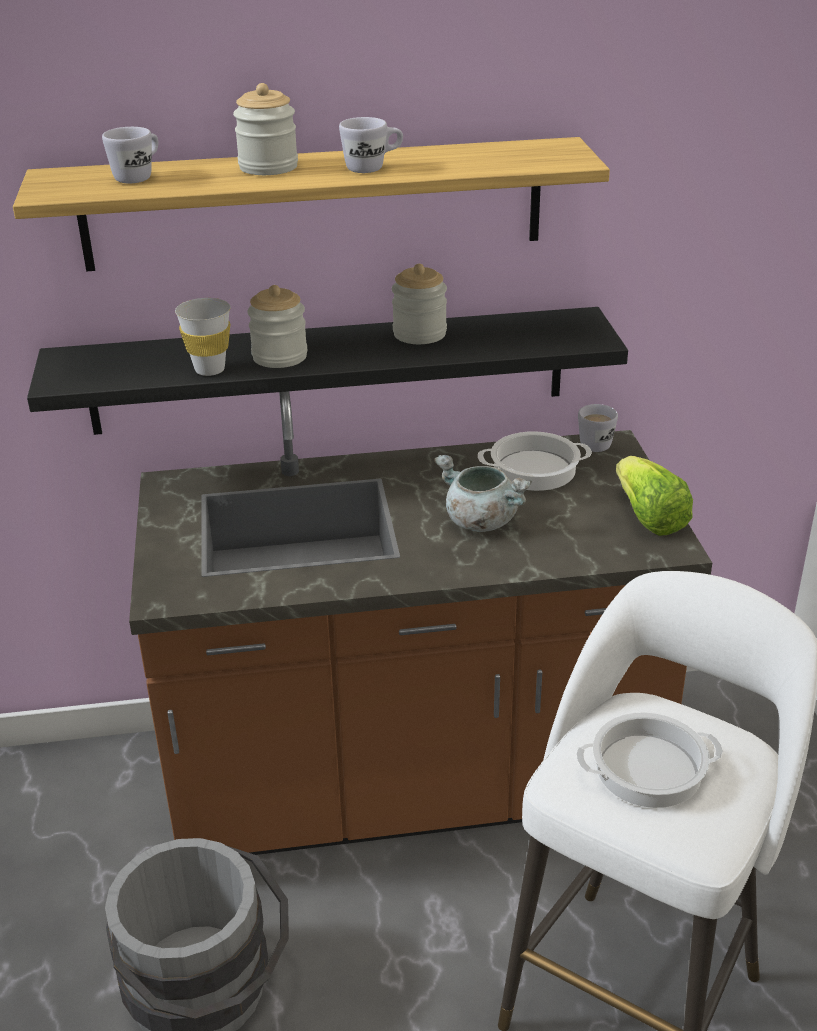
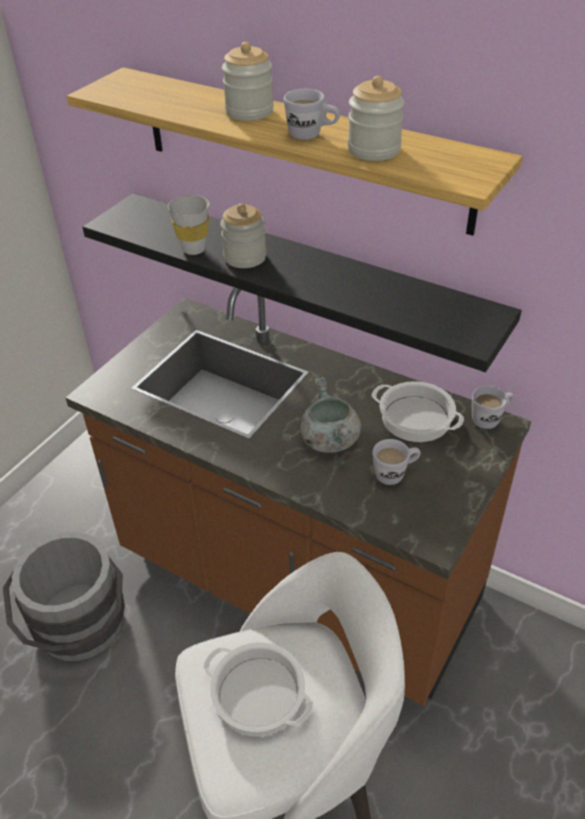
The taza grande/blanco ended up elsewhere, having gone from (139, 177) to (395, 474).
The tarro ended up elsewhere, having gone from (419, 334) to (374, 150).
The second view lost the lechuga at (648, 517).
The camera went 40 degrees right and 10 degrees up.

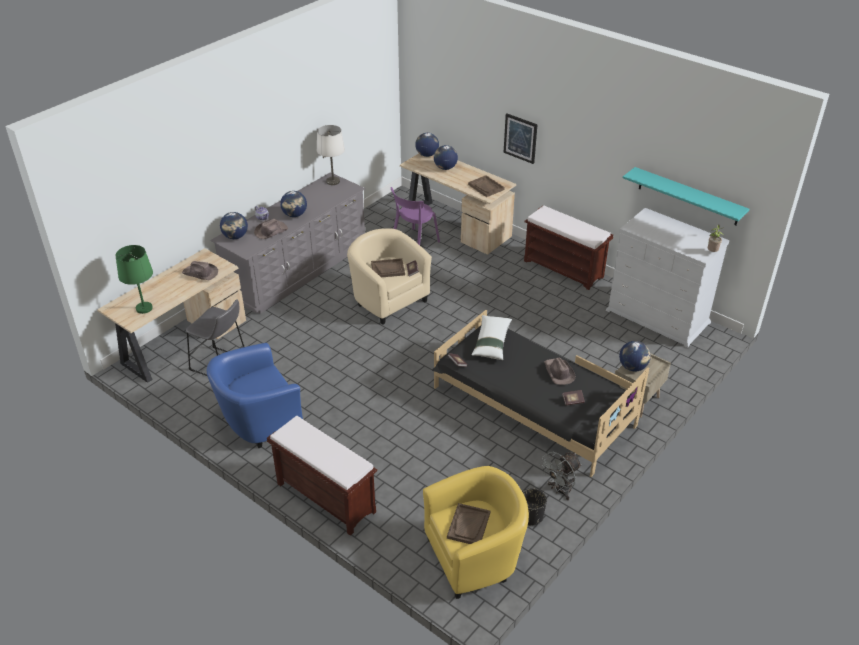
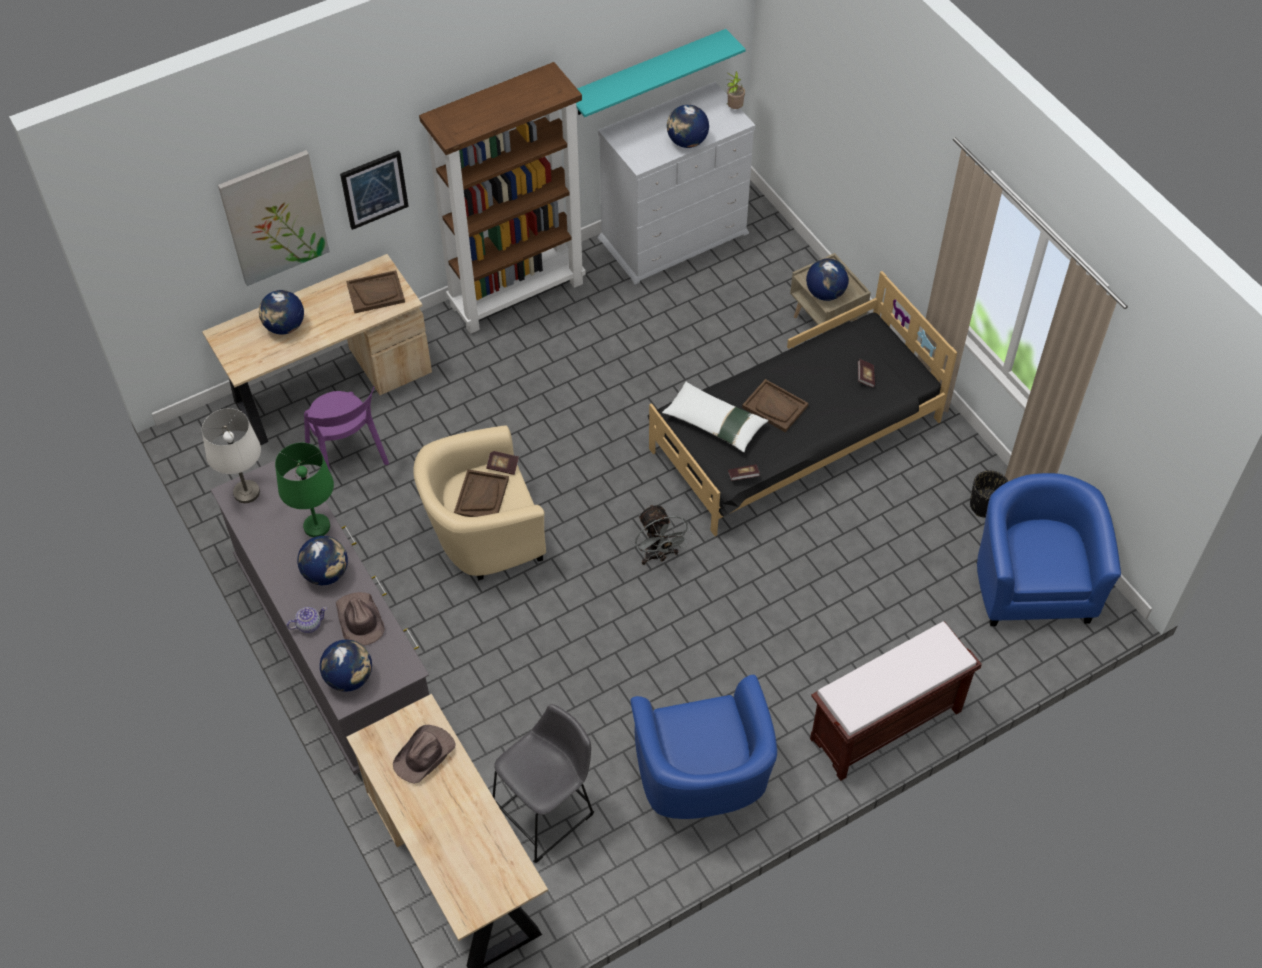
The lámpara de mesa/verde ended up elsewhere, having gone from (144, 308) to (316, 527).
The globo terráqueo ended up elsewhere, having gone from (427, 155) to (687, 142).
What was the sillón/amarillo at (475, 557) turned into the sillón/azul at (1032, 583).
The bandeja/marrón ended up elsewhere, having gone from (468, 525) to (775, 407).
Where the banco/marrón stood at (564, 269), the estantería/marrón came to stand at (517, 293).
The ventilador/gris ended up elsewhere, having gone from (559, 490) to (659, 555).
The second view lost the sombrero/marrón at (558, 372).
The second view gained the cuadro at (274, 218).
The camera went 70 degrees left and 15 degrees up.

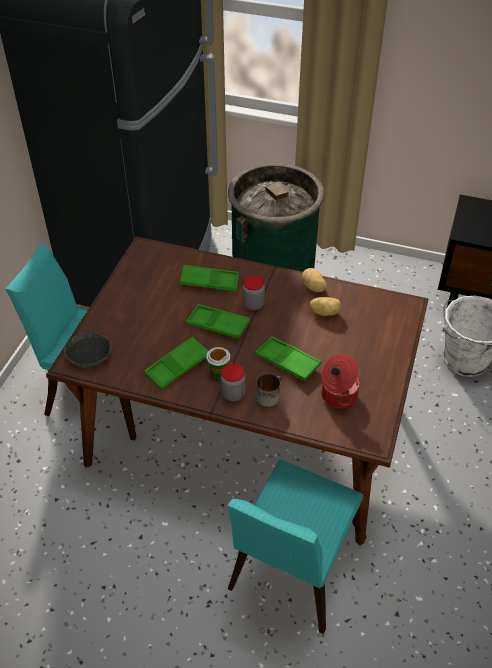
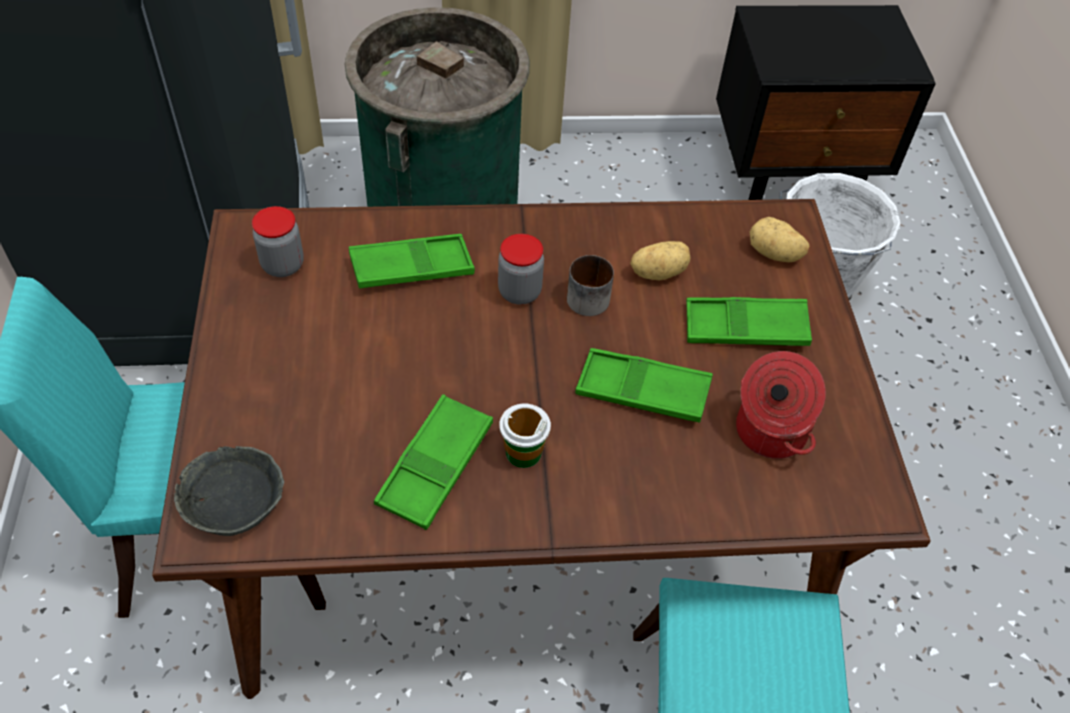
The bandeja/verde ended up elsewhere, having gone from (218, 325) to (745, 328).
The tarro ended up elsewhere, having gone from (233, 394) to (283, 265).
The taza grande ended up elsewhere, having gone from (269, 395) to (588, 295).
The patata ended up elsewhere, having gone from (313, 287) to (773, 254).
The camera went 25 degrees left and 5 degrees up.

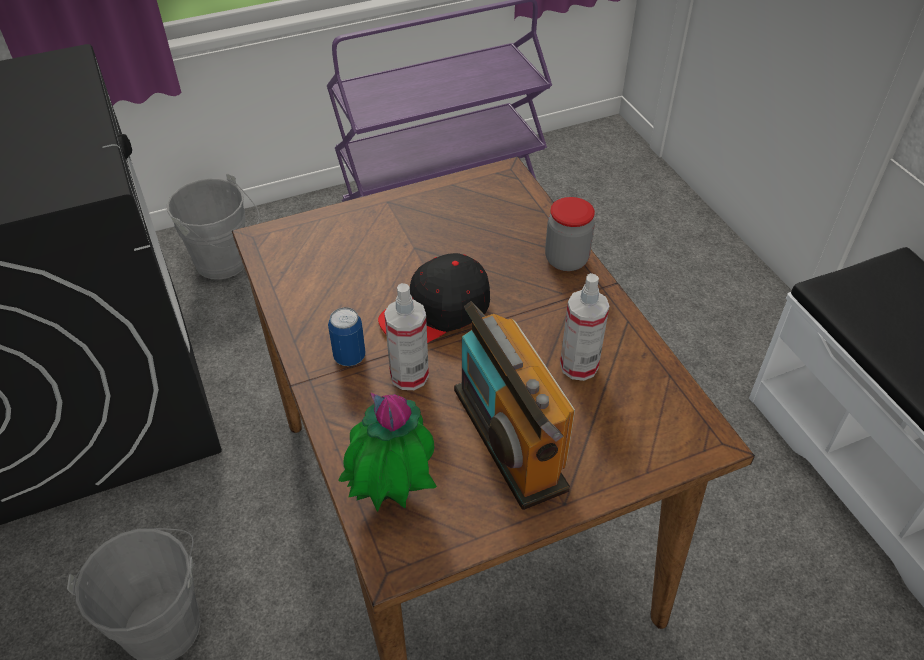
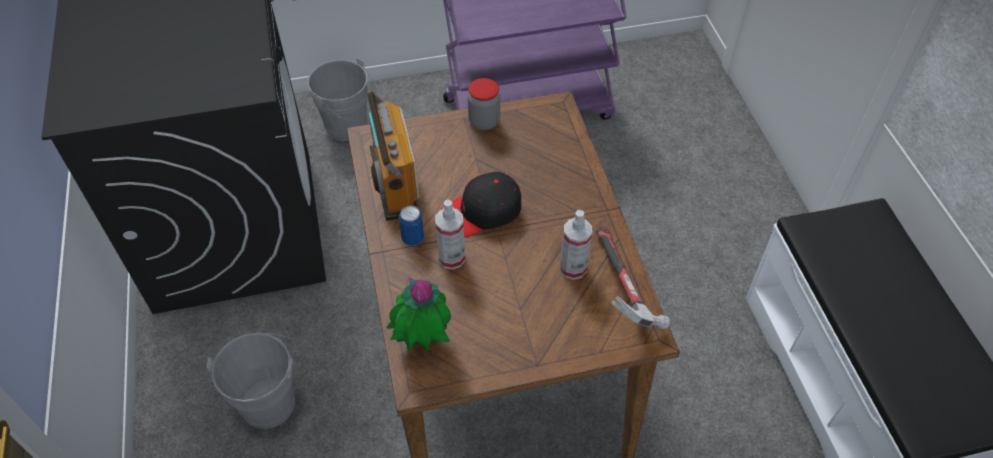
The radio ended up elsewhere, having gone from (508, 438) to (393, 181).
The tarro ended up elsewhere, having gone from (566, 260) to (484, 121).
The second view gained the martillo at (622, 288).
The camera went 10 degrees right and 5 degrees up.

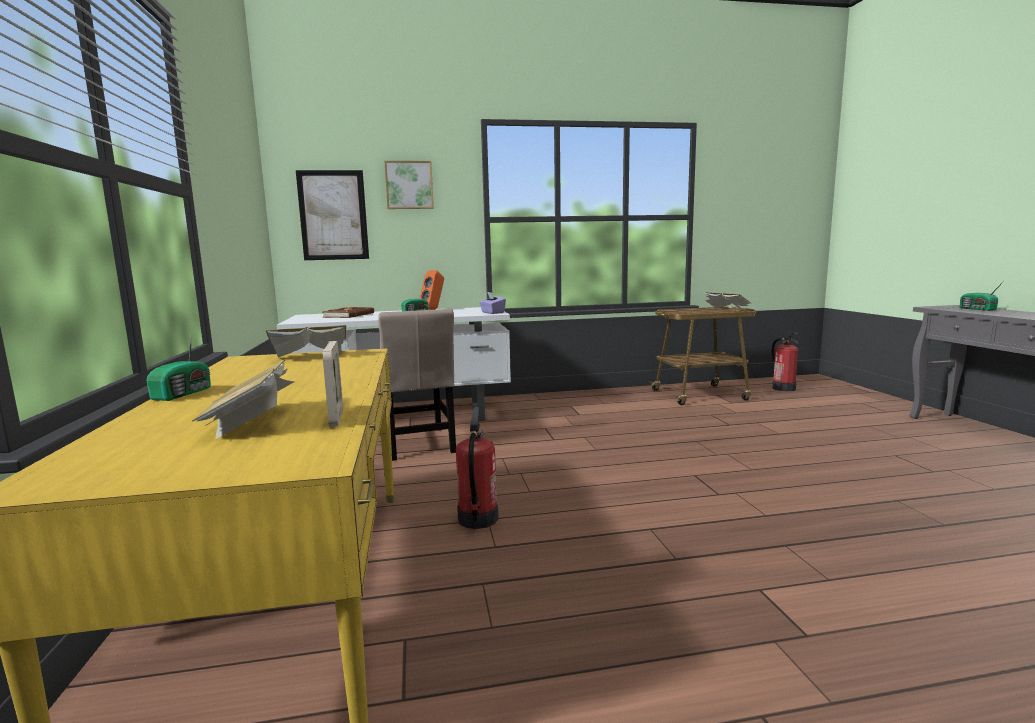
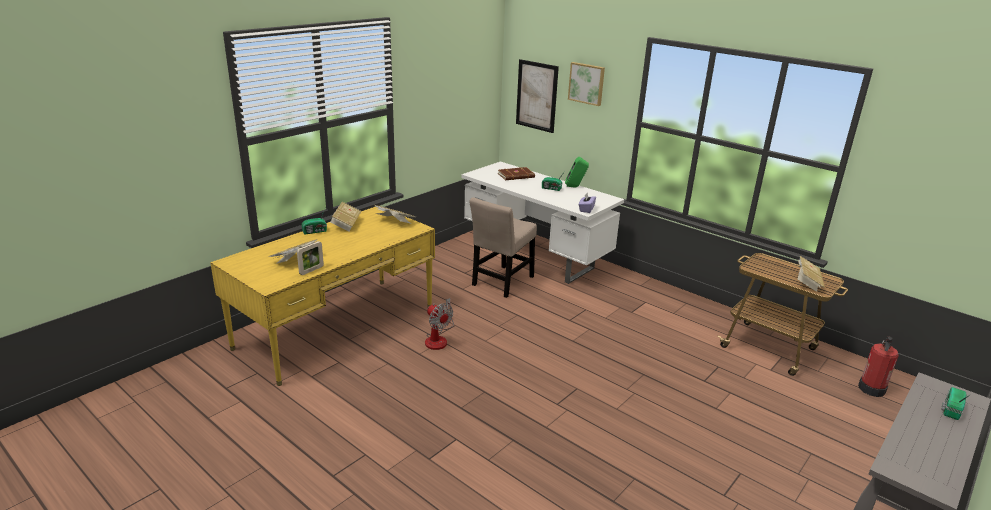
What was the altavoz/naranja at (433, 309) turned into the altavoz/verde at (575, 187).
Where the extintor stood at (477, 519), the ventilador came to stand at (438, 338).
The second view gained the libro at (346, 224).
The camera went 50 degrees right and 15 degrees up.

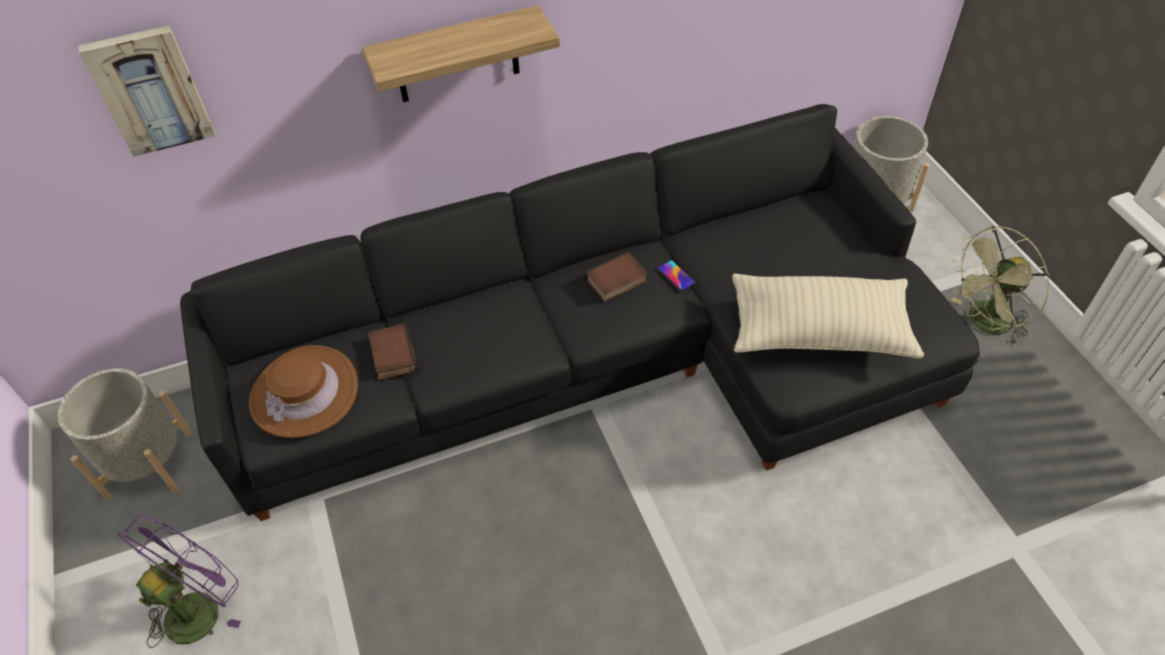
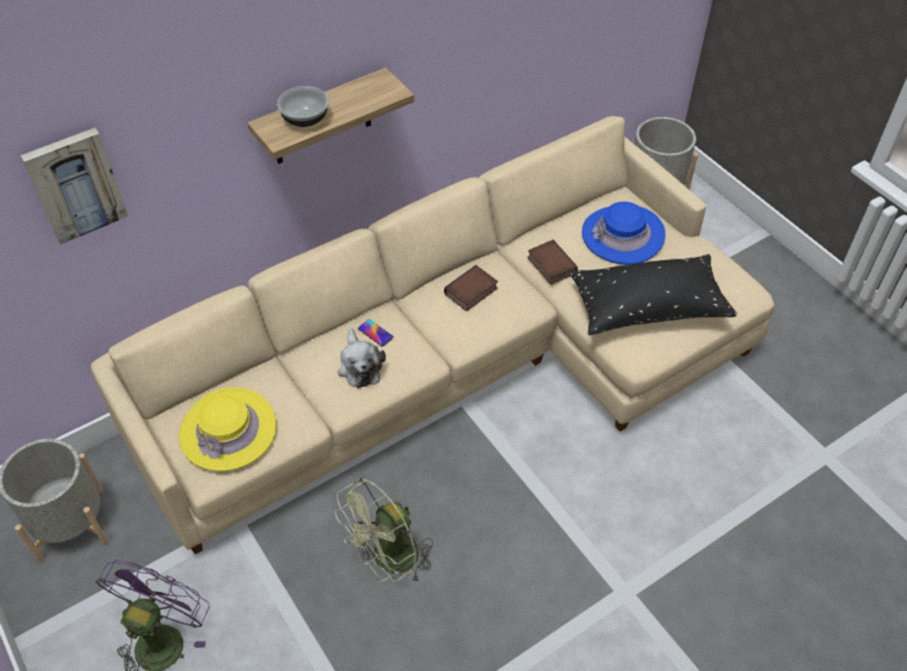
What was the sofá/negro at (608, 359) turned into the sofá/beis at (464, 361).
What was the sombrero/marrón at (304, 393) turned into the sombrero/amarillo at (228, 430).
The libro ended up elsewhere, having gone from (392, 355) to (550, 265).
The móvil ended up elsewhere, having gone from (676, 276) to (375, 333).
What was the cojín/beis at (819, 331) turned into the cojín/negro at (648, 308).
The ventilador/verde ended up elsewhere, having gone from (984, 323) to (388, 561).
The second view gained the cuenco at (304, 119).
The second view gained the peluche at (359, 366).
The second view gained the sombrero/azul at (623, 235).
The camera went 15 degrees left and 0 degrees up.

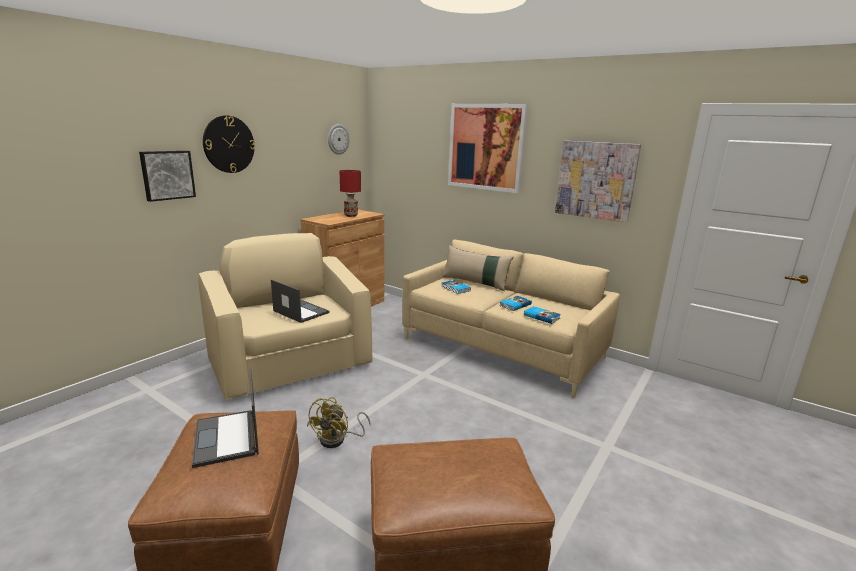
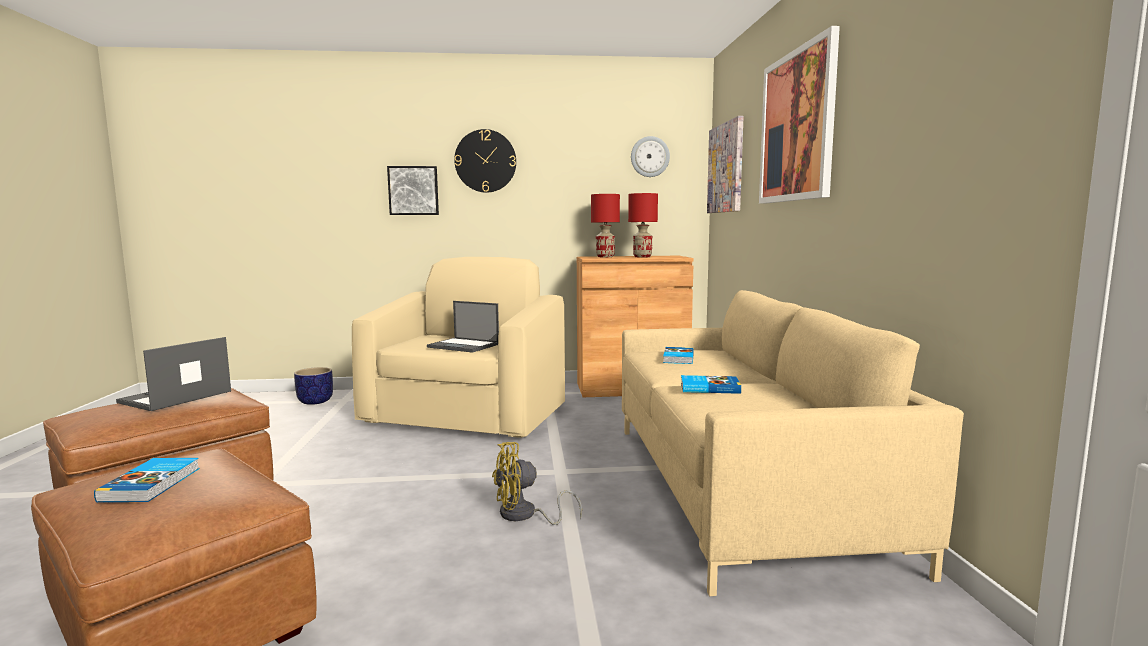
The portátil at (300, 311) ended up facing another way, 120 degrees clockwise from before.
The ventilador/amarillo ended up elsewhere, having gone from (338, 440) to (524, 515).
The second view lost the cojín/beis at (475, 283).
The libro ended up elsewhere, having gone from (541, 316) to (153, 484).
The cuadro ended up elsewhere, having gone from (596, 180) to (726, 168).
The second view gained the maceta at (315, 401).
The second view gained the lámpara de mesa/rojo at (605, 257).
The camera went 50 degrees right and 10 degrees down.

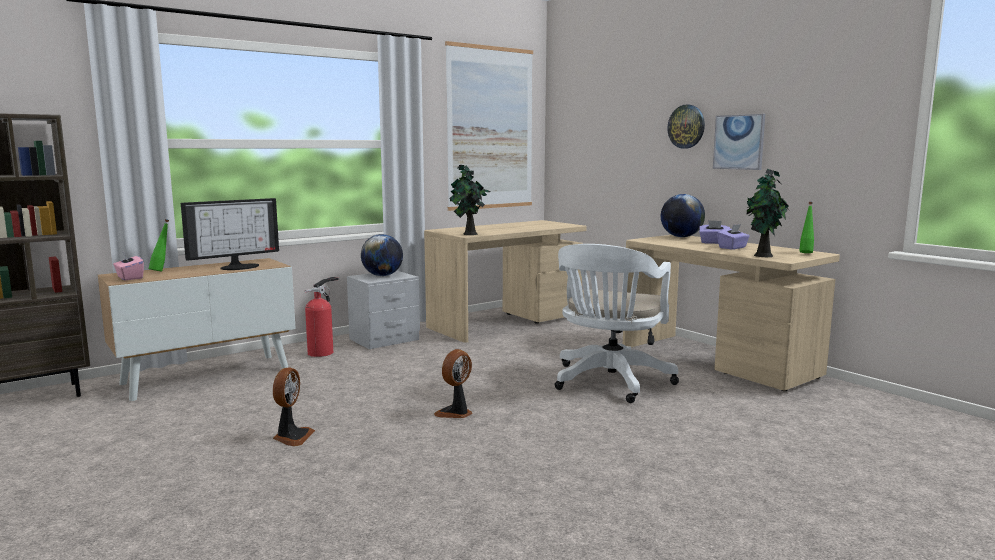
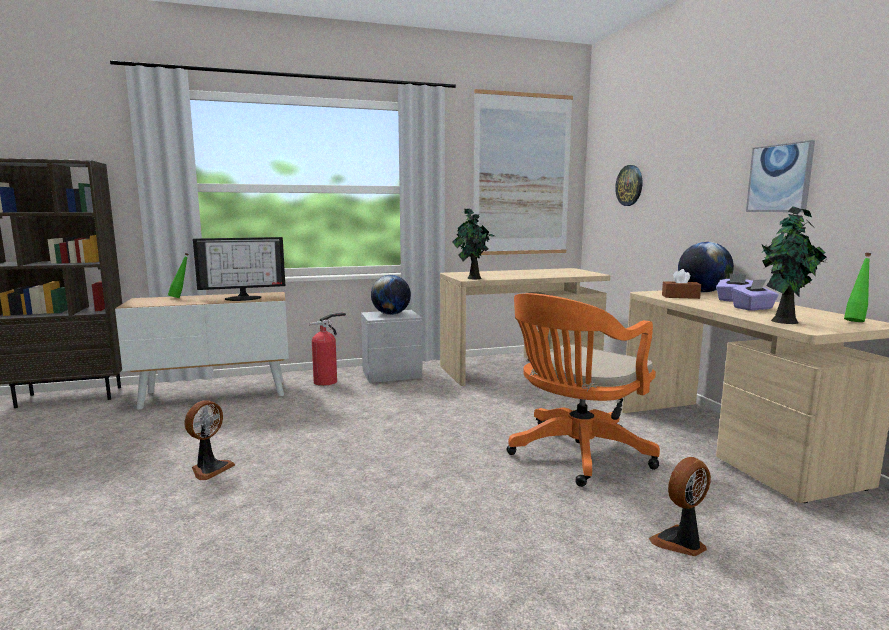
The second view lost the caja de pañuelos/rosa at (129, 278).
The ventilador ended up elsewhere, having gone from (455, 413) to (680, 543).
What was the silla de oficina/blanco at (609, 383) turned into the silla de oficina/naranja at (575, 454).
The reloj de pared ended up elsewhere, having gone from (686, 126) to (629, 185).
The second view gained the caja de pañuelos/marrón at (680, 296).
The camera went 20 degrees right and 0 degrees up.

